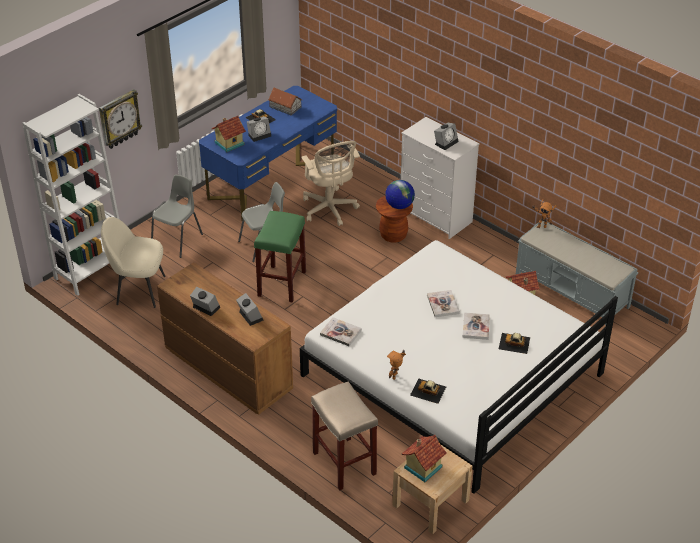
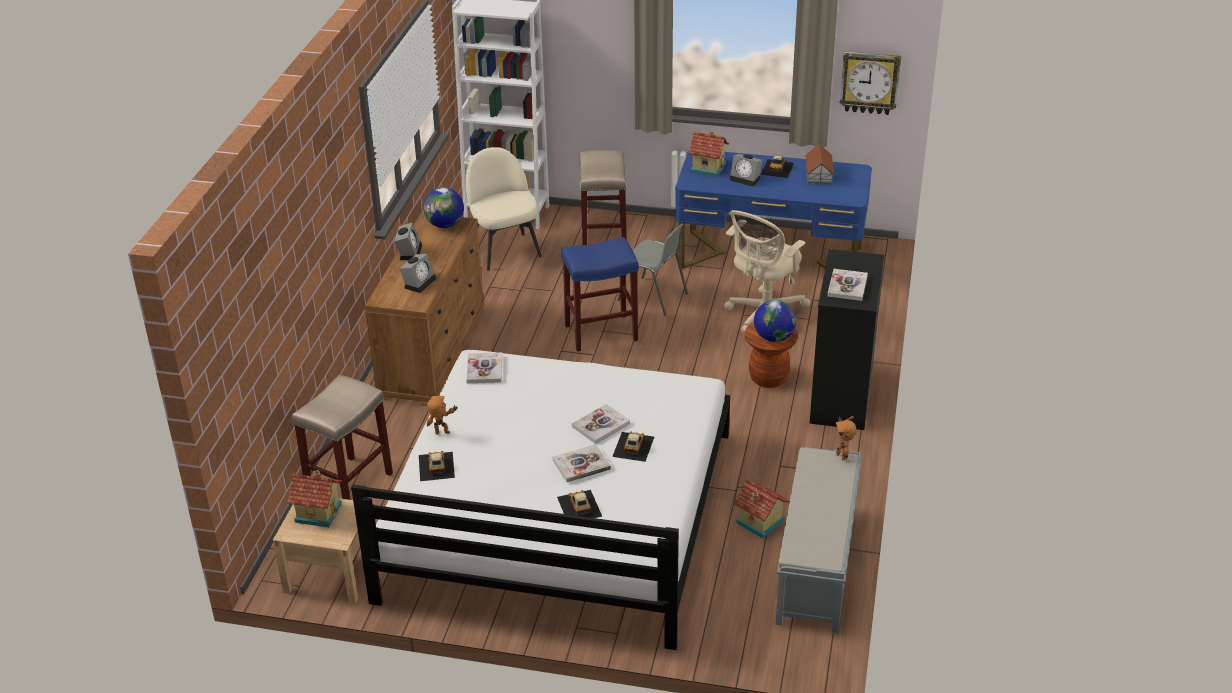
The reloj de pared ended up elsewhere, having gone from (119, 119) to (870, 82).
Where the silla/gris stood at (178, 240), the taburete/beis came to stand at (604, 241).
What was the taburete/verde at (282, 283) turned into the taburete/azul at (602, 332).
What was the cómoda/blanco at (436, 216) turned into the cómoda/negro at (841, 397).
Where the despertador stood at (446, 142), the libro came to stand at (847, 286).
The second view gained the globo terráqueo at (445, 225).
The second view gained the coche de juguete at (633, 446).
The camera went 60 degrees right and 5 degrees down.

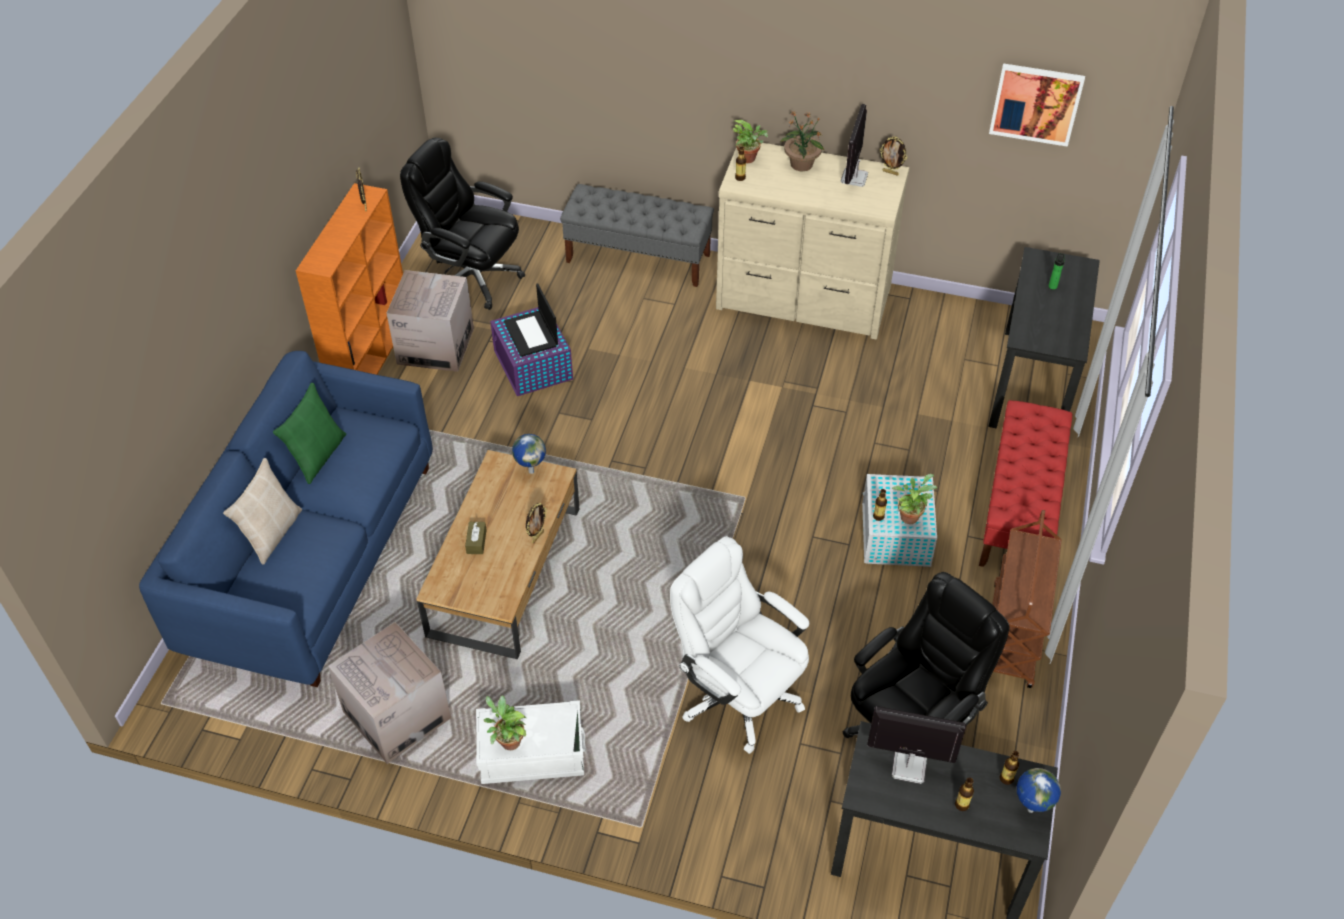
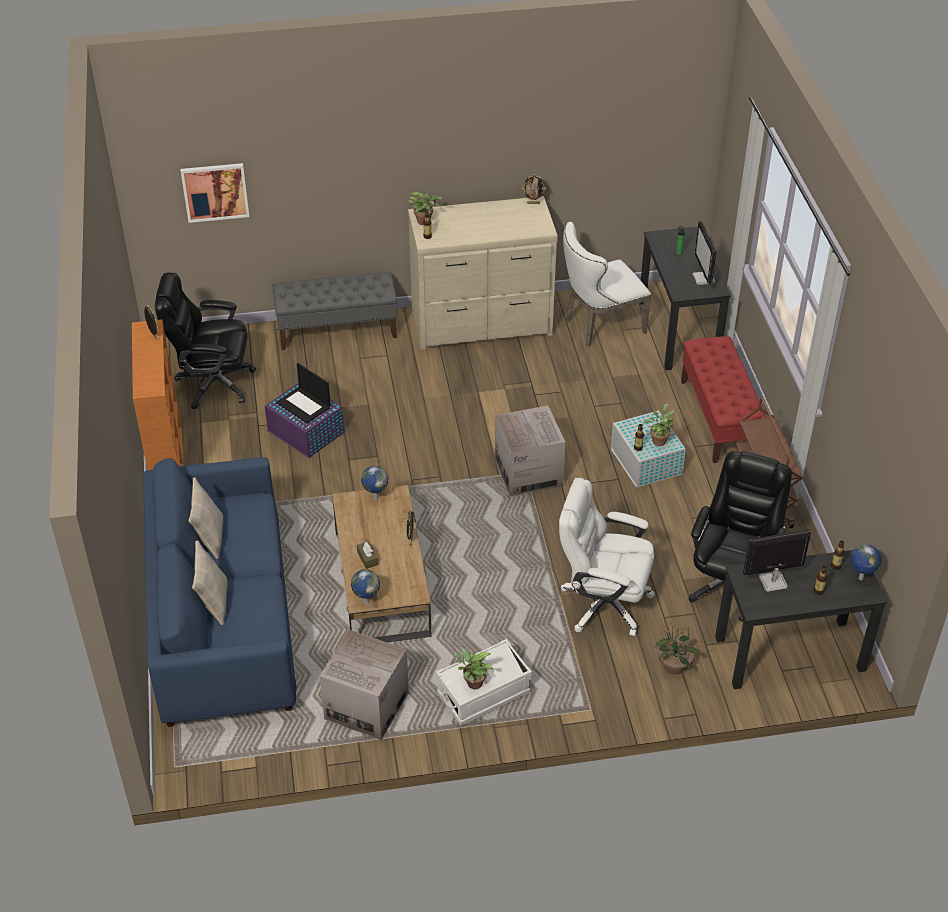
What was the cojín/verde at (317, 455) turned into the cojín/beis at (210, 537).
The caja de cartón ended up elsewhere, having gone from (436, 346) to (528, 472).
The planta en maceta ended up elsewhere, having gone from (801, 165) to (674, 667).
The monitor ended up elsewhere, having gone from (854, 178) to (704, 279).
The cuadro ended up elsewhere, having gone from (1036, 103) to (215, 192).
The second view gained the globo terráqueo at (366, 601).
The second view gained the silla/blanco at (599, 326).
The camera went 25 degrees left and 5 degrees down.

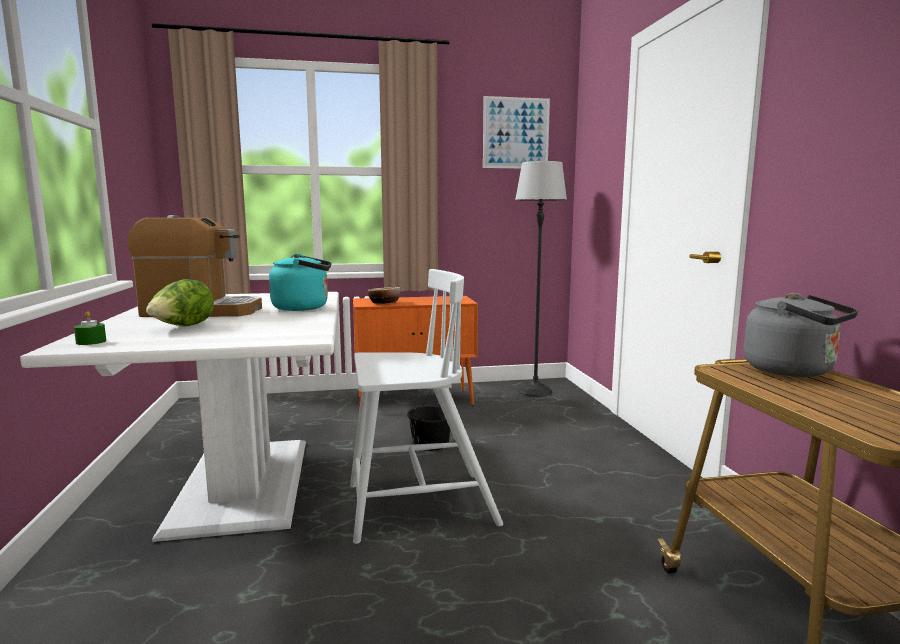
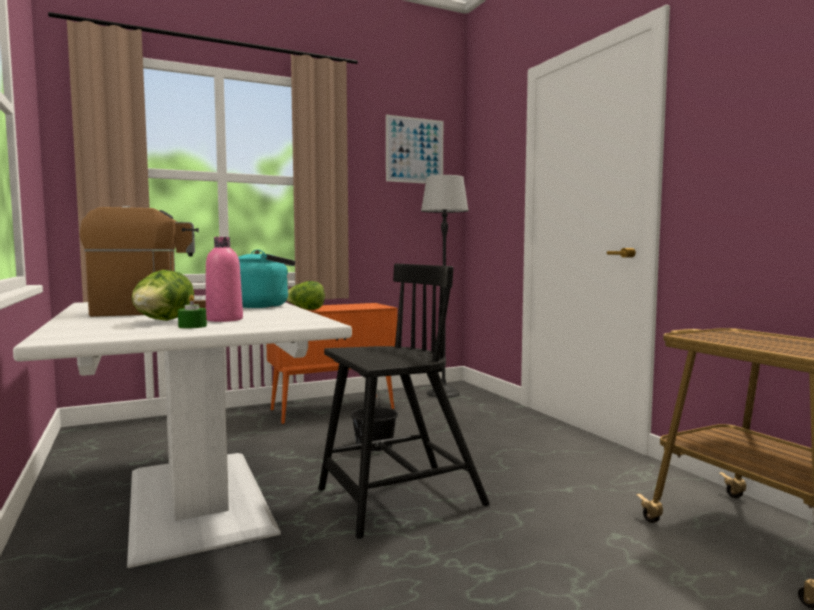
The vela/verde ended up elsewhere, having gone from (91, 342) to (192, 326).
What was the silla/blanco at (417, 506) turned into the silla/negro at (398, 498).
Where the cuenco stood at (384, 303), the lechuga came to stand at (305, 309).
The second view lost the hervidor/gris at (794, 371).
The second view gained the botella/rosa at (224, 319).
The camera went 15 degrees left and 5 degrees down.

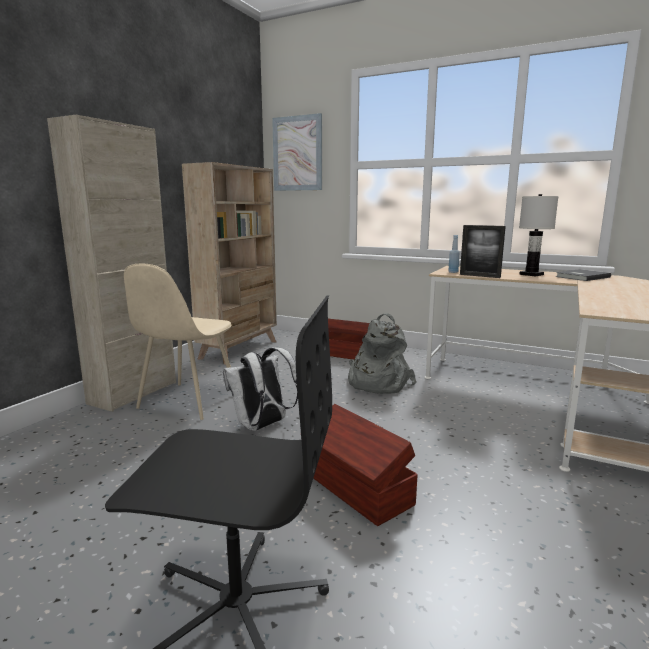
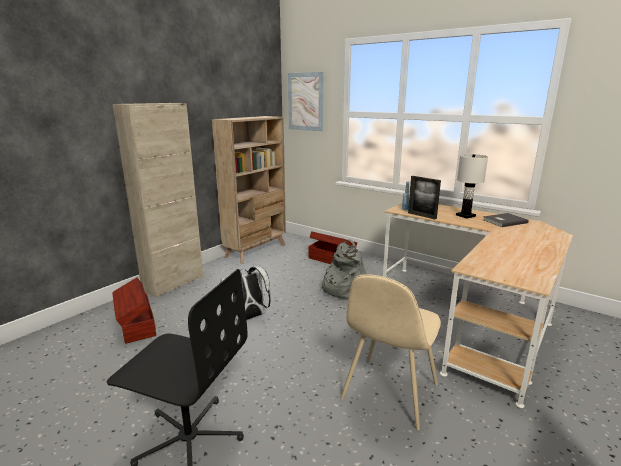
The silla/beis ended up elsewhere, having gone from (187, 402) to (388, 393).
The caja de almacenaje/marrón ended up elsewhere, having gone from (357, 489) to (136, 325).
The camera went 10 degrees right and 5 degrees up.

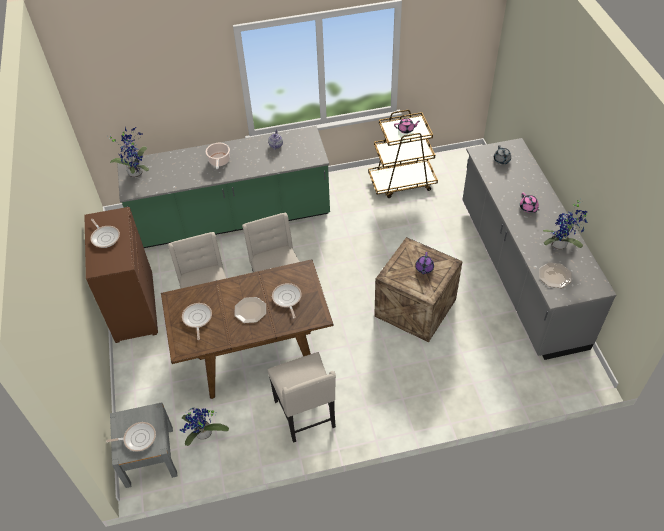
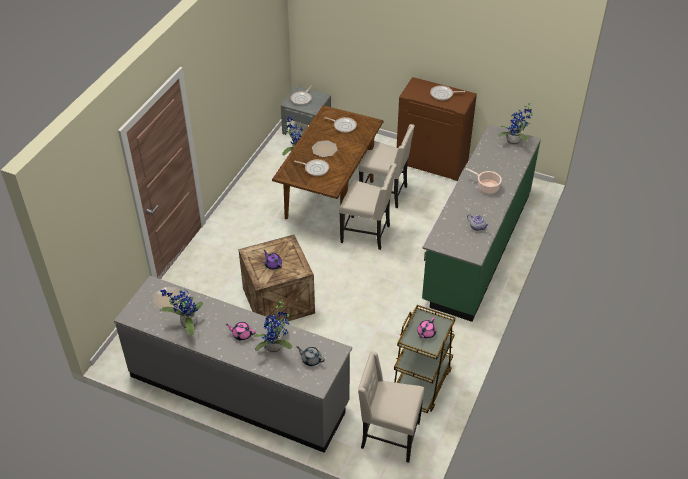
The silla/beis ended up elsewhere, having gone from (306, 415) to (388, 436).
The second view gained the planta en maceta at (276, 347).
The camera went 125 degrees right and 5 degrees down.

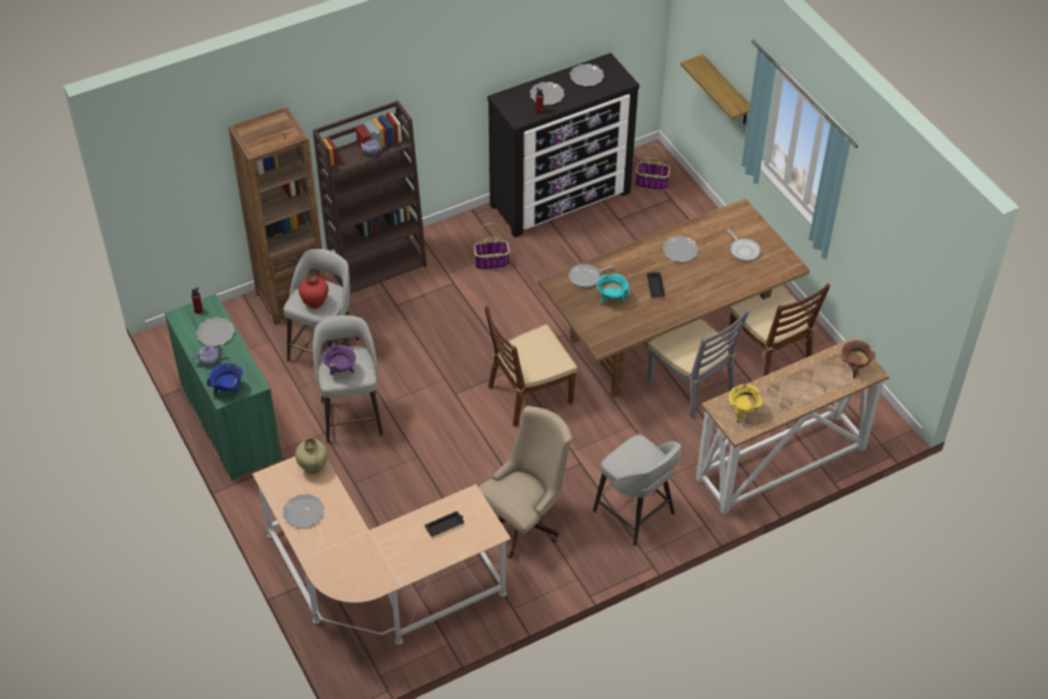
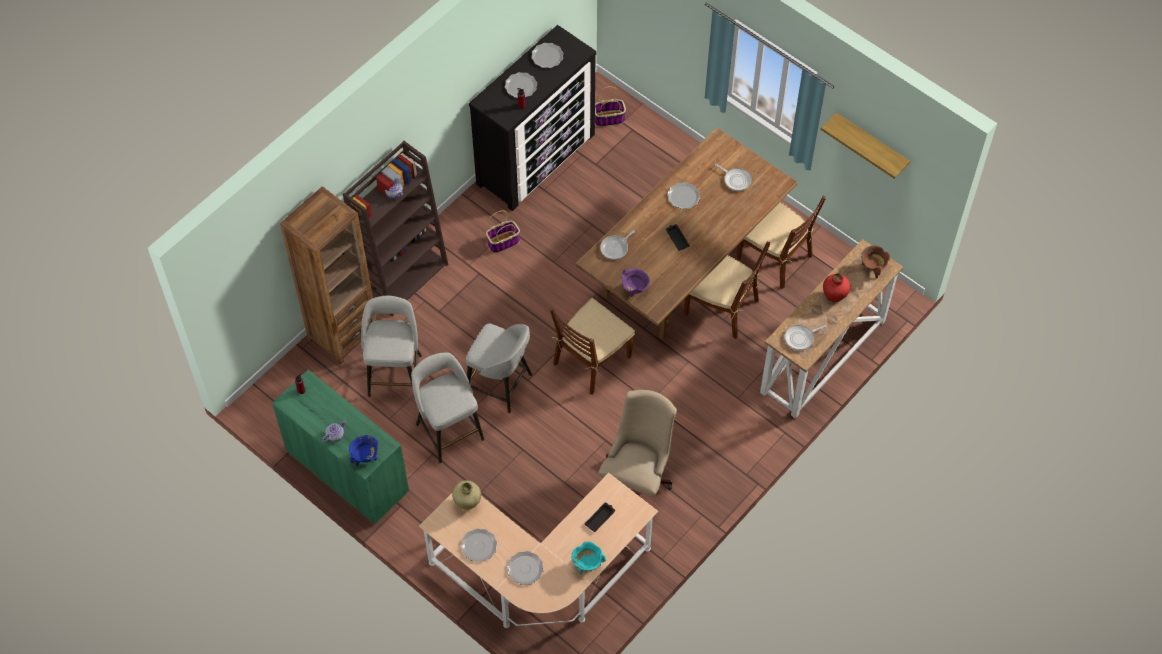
The plato ended up elsewhere, having gone from (215, 333) to (525, 569).
The florero/rojo ended up elsewhere, having gone from (315, 302) to (834, 296).
The olla/morado ended up elsewhere, having gone from (341, 370) to (634, 290).
The taburete/gris ended up elsewhere, having gone from (635, 514) to (500, 385).
The olla/turquesa ended up elsewhere, having gone from (611, 299) to (587, 564).
What was the silla/gris at (691, 385) turned into the silla/marrón at (722, 307).
The estante ended up elsewhere, having gone from (726, 91) to (871, 144).
Where the olla/amarillo stood at (742, 411), the sartén came to stand at (800, 338).
The camera went 20 degrees left and 10 degrees up.

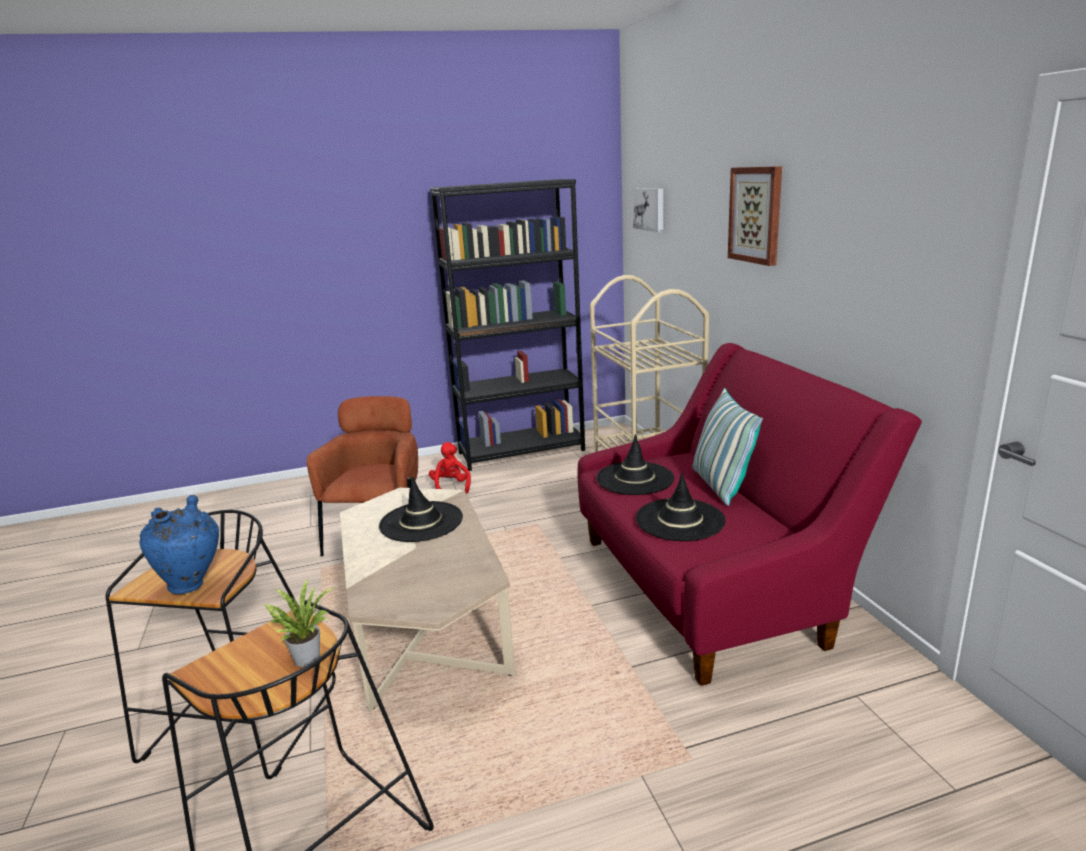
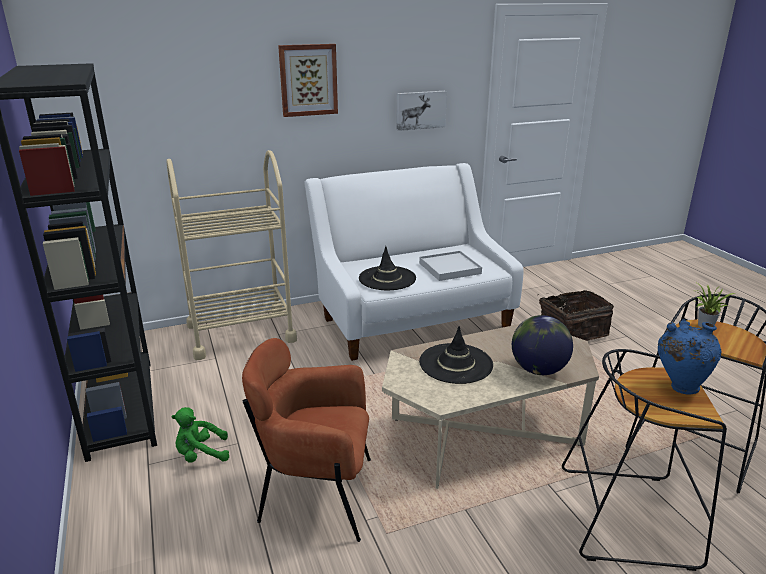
What was the peluche/rojo at (451, 487) turned into the peluche/verde at (201, 455).
What was the sofá/rojo at (711, 584) turned into the sofá/blanco at (411, 318).
The cuadro ended up elsewhere, having gone from (650, 209) to (420, 110).
Where the sombrero/negro stood at (680, 520), the bandeja/blanco came to stand at (449, 268).
The second view lost the cojín at (720, 486).
The second view gained the globo terráqueo at (538, 370).
The second view gained the cesta at (572, 332).
The camera went 95 degrees left and 5 degrees up.

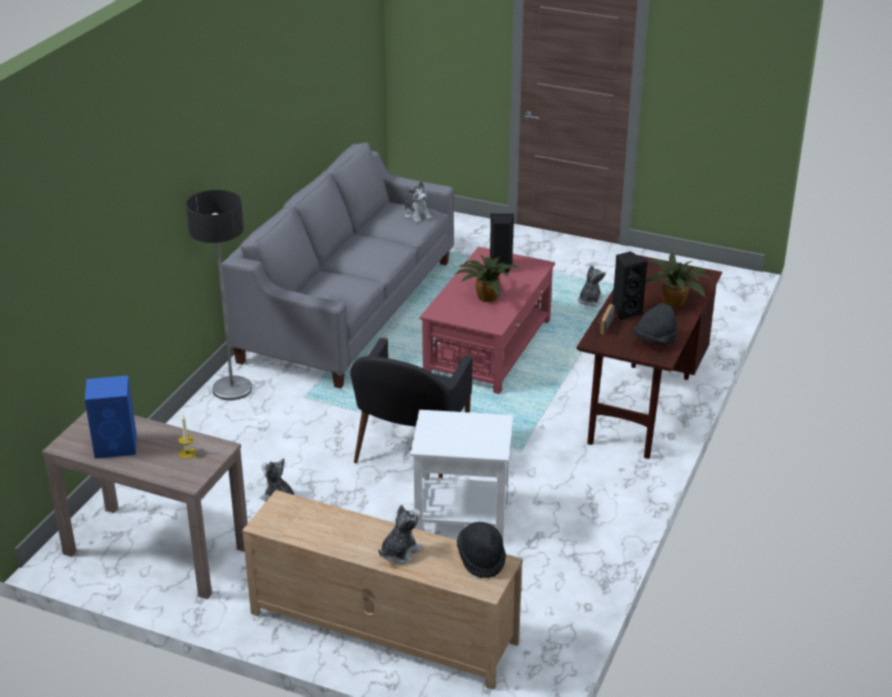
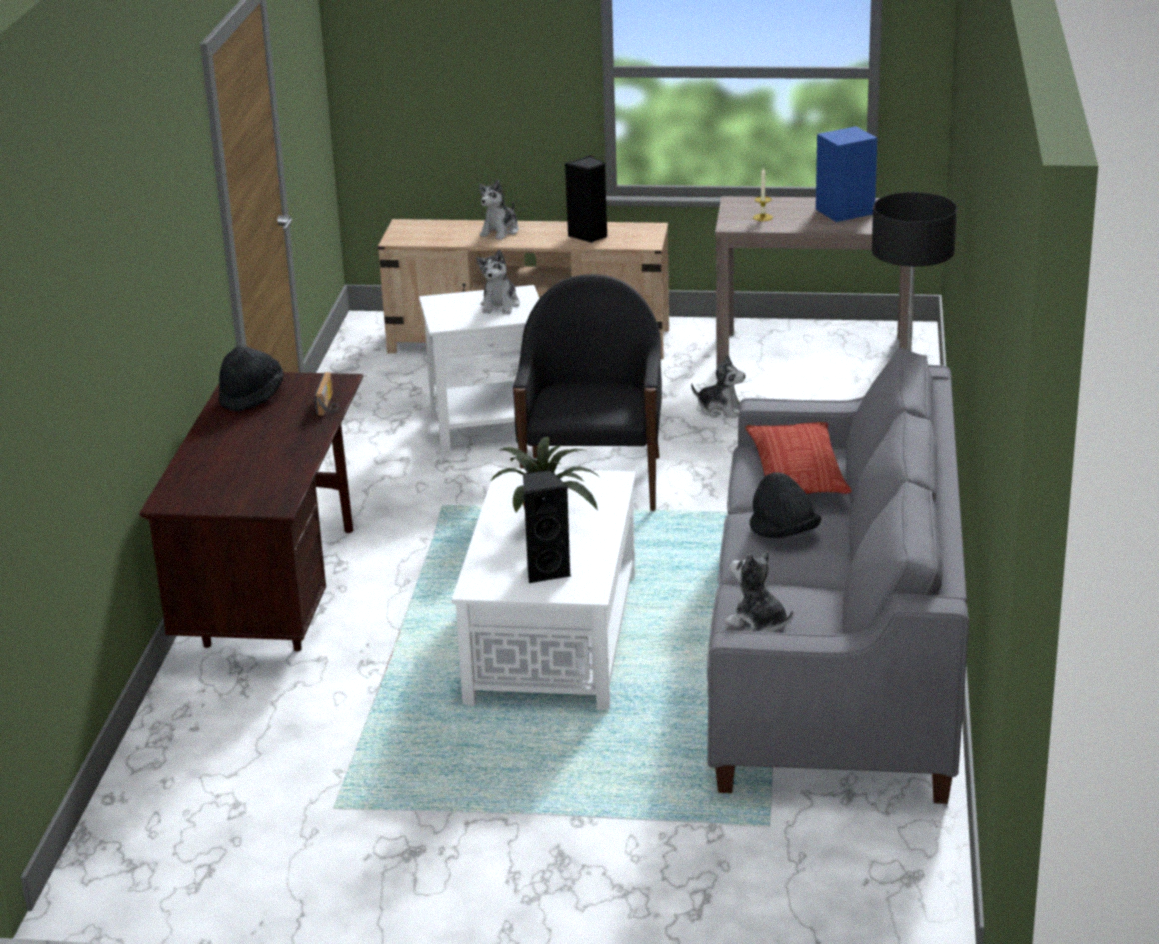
What was the mesa de centro/rojo at (489, 347) turned into the mesa de centro/blanco at (552, 637).
The sombrero/negro ended up elsewhere, having gone from (481, 559) to (783, 534).
The peluche ended up elsewhere, having gone from (590, 301) to (500, 305).
The altavoz/negro ended up elsewhere, having gone from (625, 312) to (589, 236).
The second view lost the planta en maceta at (674, 301).
The second view gained the cojín at (796, 470).
The camera went 165 degrees right and 5 degrees down.

